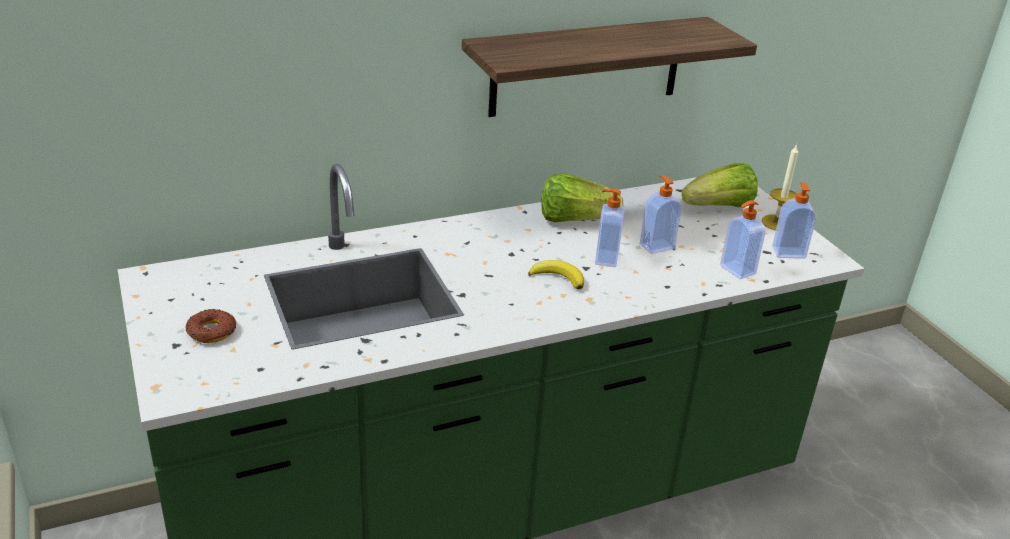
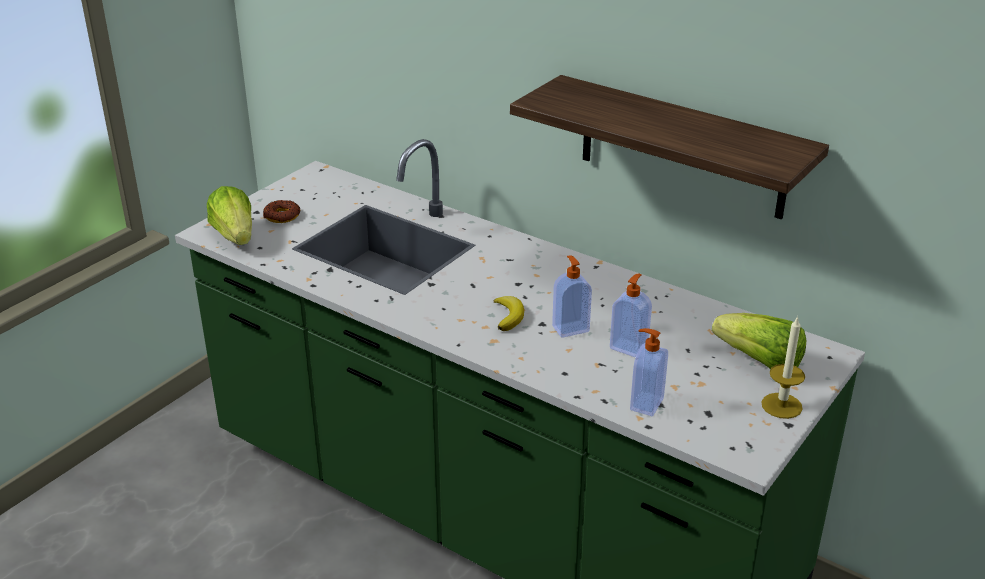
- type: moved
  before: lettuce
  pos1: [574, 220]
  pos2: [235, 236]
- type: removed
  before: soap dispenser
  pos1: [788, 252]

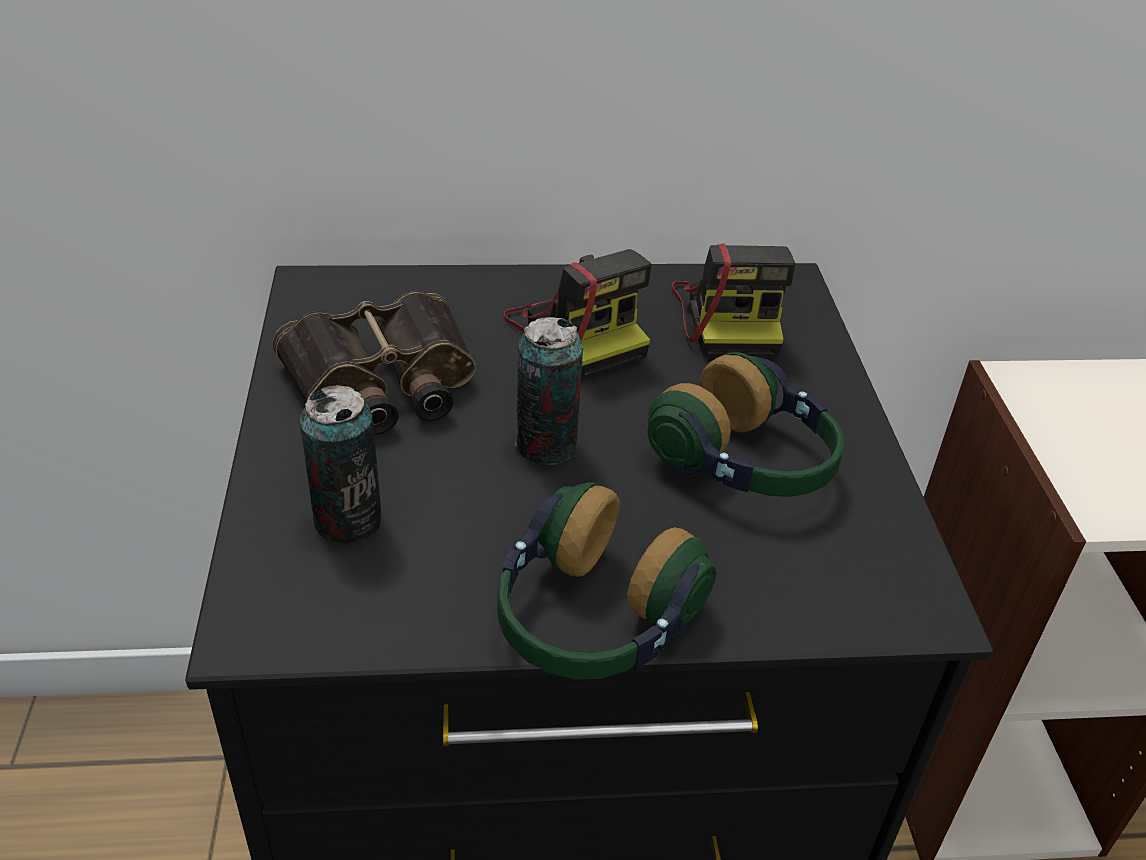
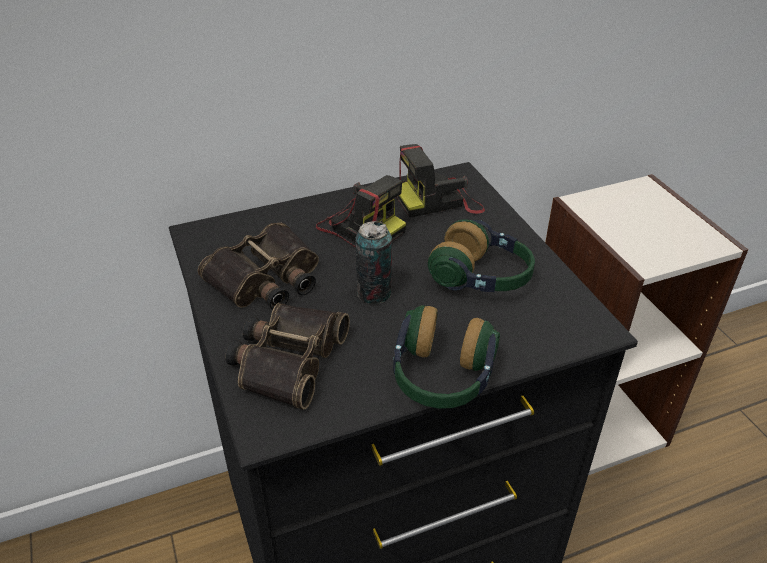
- type: replaced
  before: can
  after: binoculars
  pos1: [348, 521]
  pos2: [287, 359]
- type: turned
  before: photo camera
  pos1: [731, 317]
  pos2: [439, 201]
  turn: 90

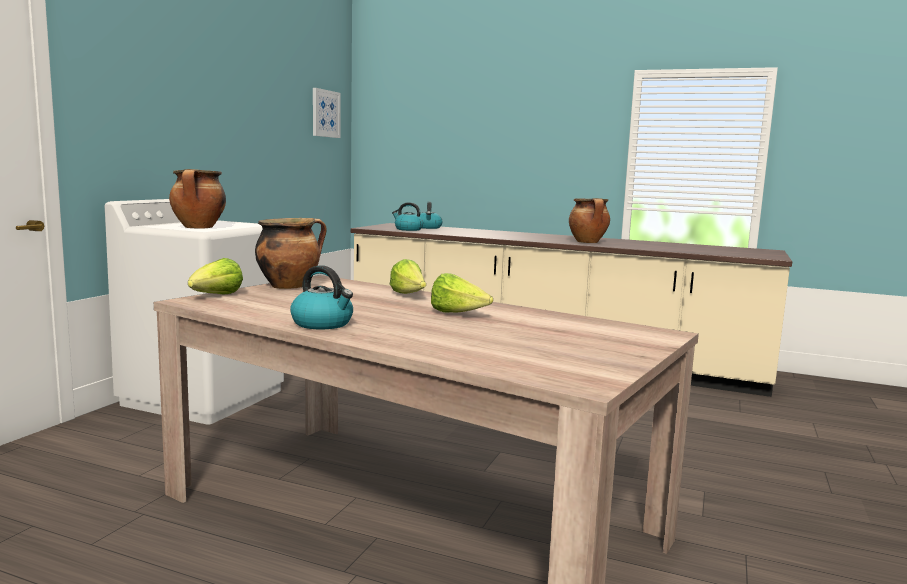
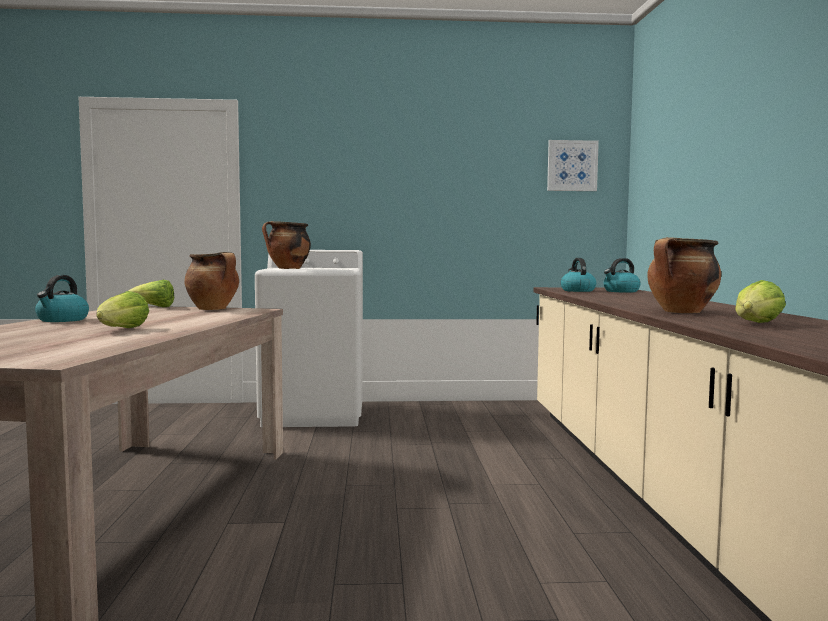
- type: moved
  before: lettuce
  pos1: [409, 295]
  pos2: [756, 324]

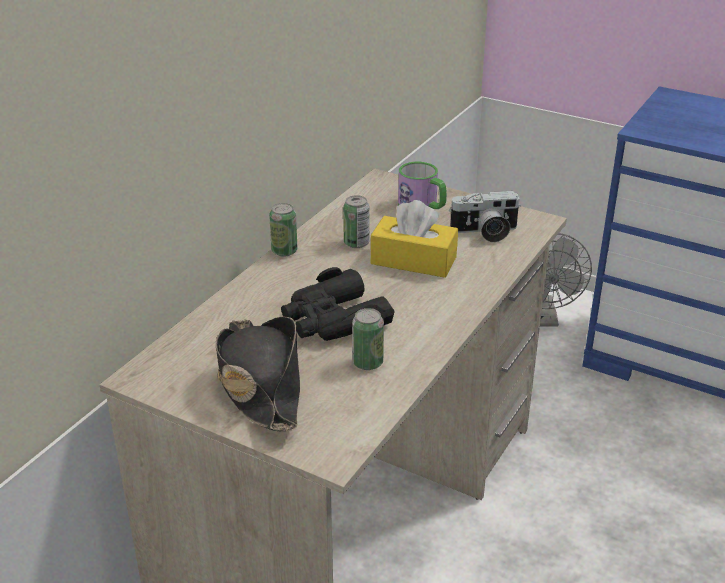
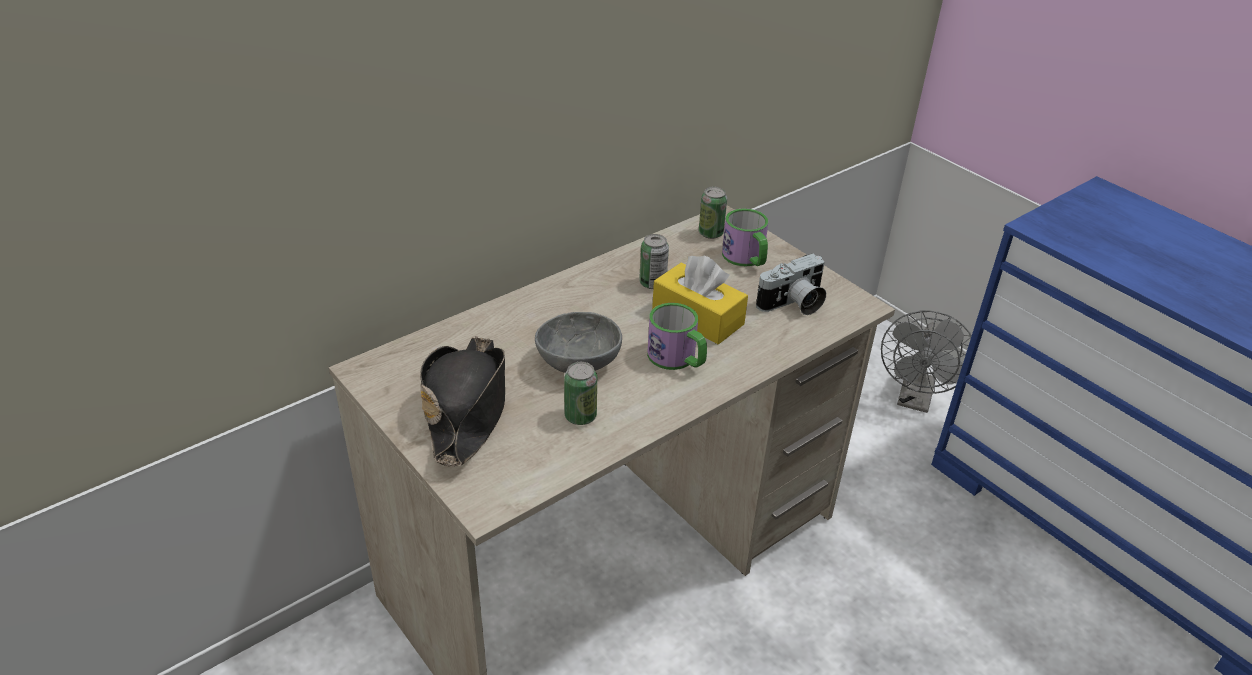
- type: moved
  before: can
  pos1: [284, 251]
  pos2: [710, 233]
- type: replaced
  before: black binoculars
  after: grey bowl
  pos1: [334, 320]
  pos2: [577, 361]
- type: turned
  before: photo camera
  pos1: [485, 232]
  pos2: [793, 304]
  turn: -45
- type: added
  after: mug
  pos2: [677, 359]

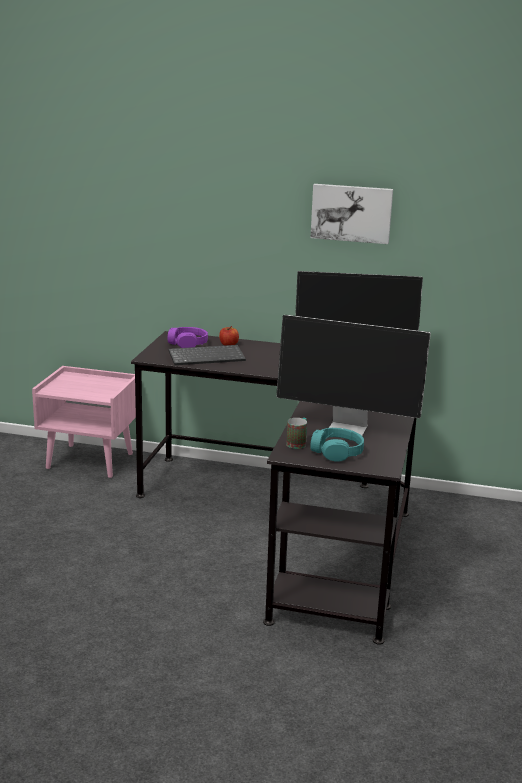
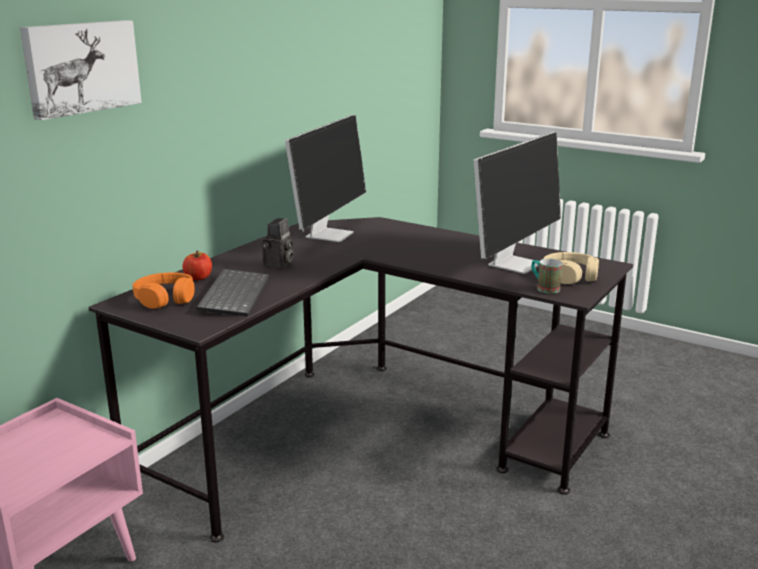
- type: recoloured
  before: purple headphones
  after: orange headphones
  pos1: [187, 343]
  pos2: [165, 299]
- type: moved
  before: picture
  pos1: [351, 213]
  pos2: [81, 67]
- type: recoloured
  before: turquoise headphones
  after: beige headphones
  pos1: [336, 452]
  pos2: [570, 276]
- type: added
  after: photo camera
  pos2: [278, 265]

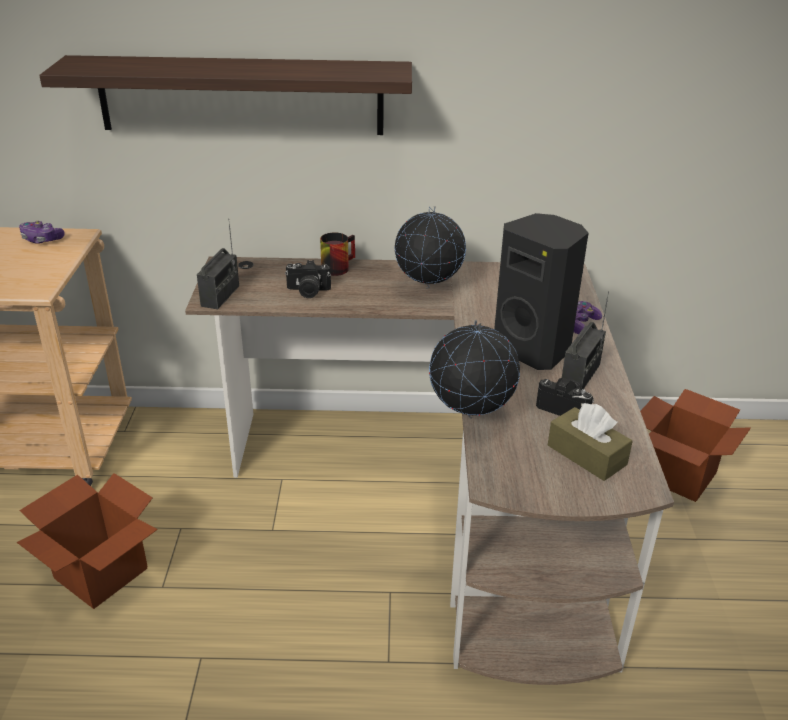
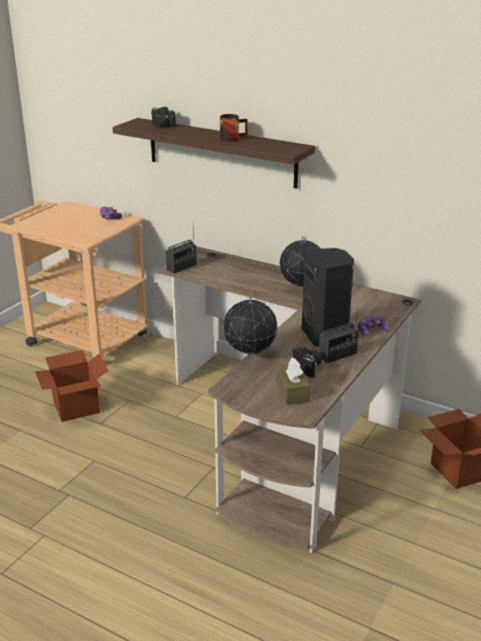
- type: moved
  before: photo camera
  pos1: [308, 291]
  pos2: [161, 126]
- type: moved
  before: mug
  pos1: [336, 266]
  pos2: [232, 138]

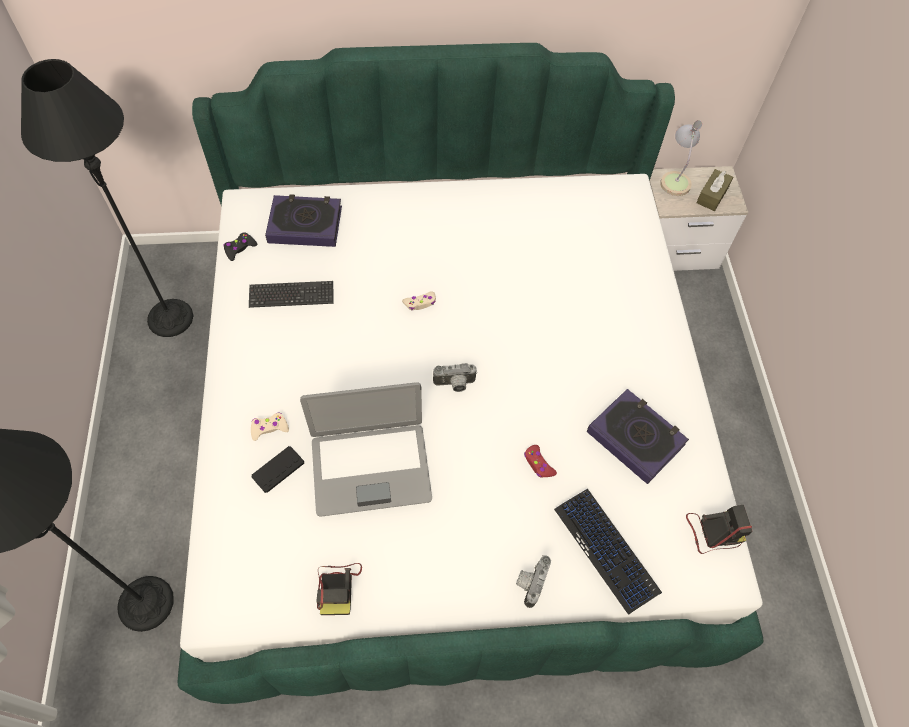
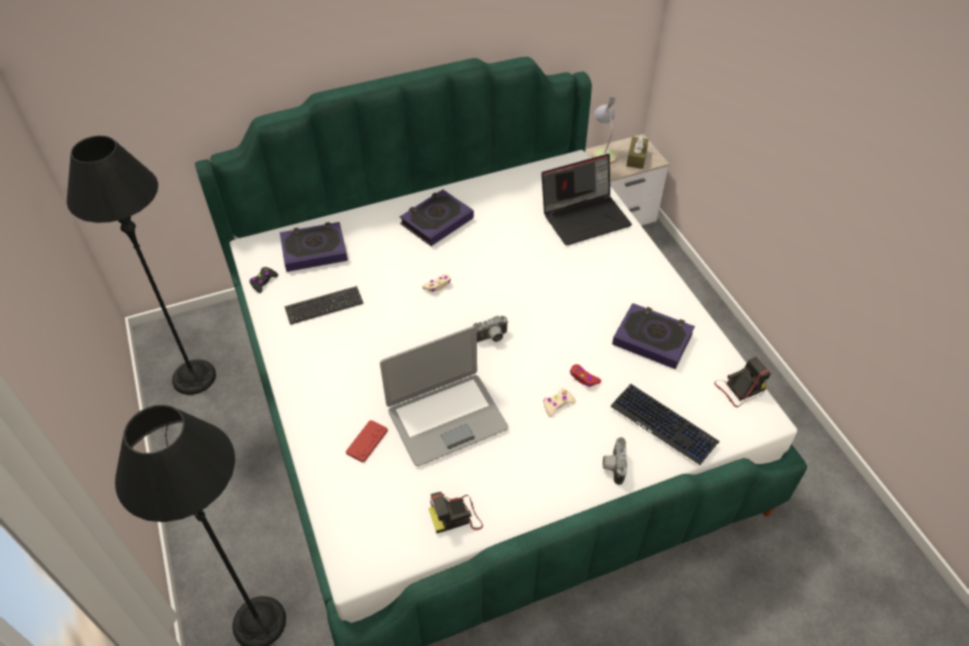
- type: moved
  before: beige game controller
  pos1: [269, 428]
  pos2: [557, 404]
- type: recoloured
  before: black game controller
  after: red game controller
  pos1: [278, 469]
  pos2: [367, 441]
- type: turned
  before: photo camera
  pos1: [338, 588]
  pos2: [456, 516]
  turn: 90
- type: added
  after: book
  pos2: [436, 221]
- type: added
  after: laptop
  pos2: [585, 217]

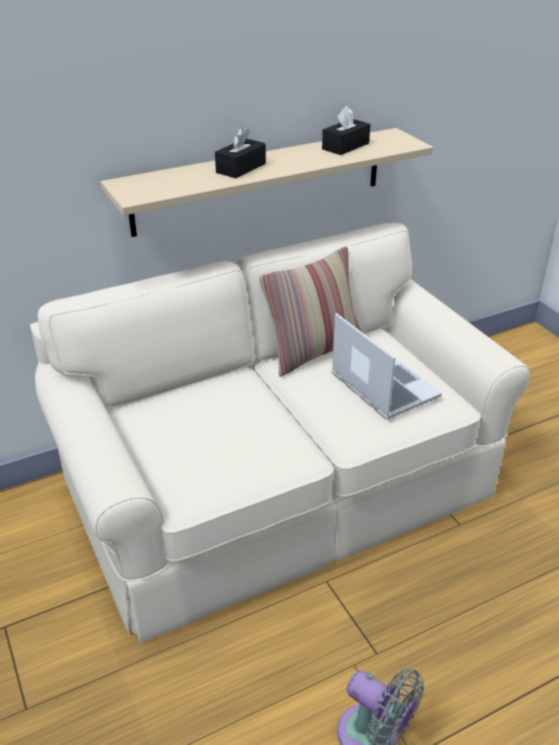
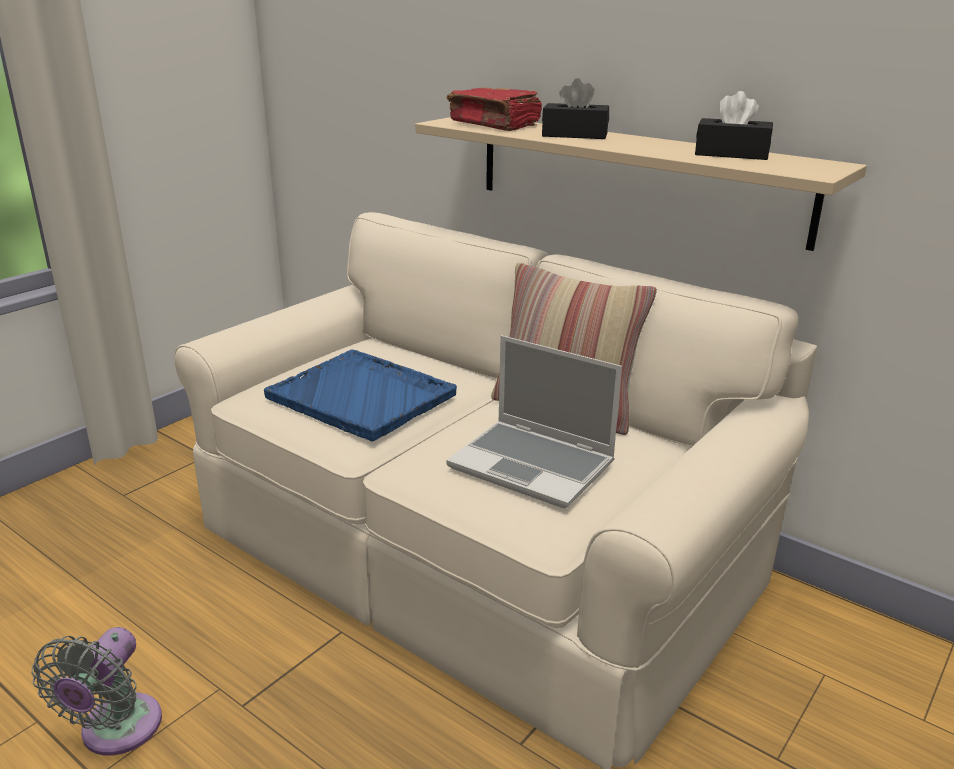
- type: turned
  before: laptop
  pos1: [382, 386]
  pos2: [534, 465]
  turn: 90
- type: added
  after: blue tray
  pos2: [362, 397]
- type: added
  after: red book
  pos2: [495, 124]

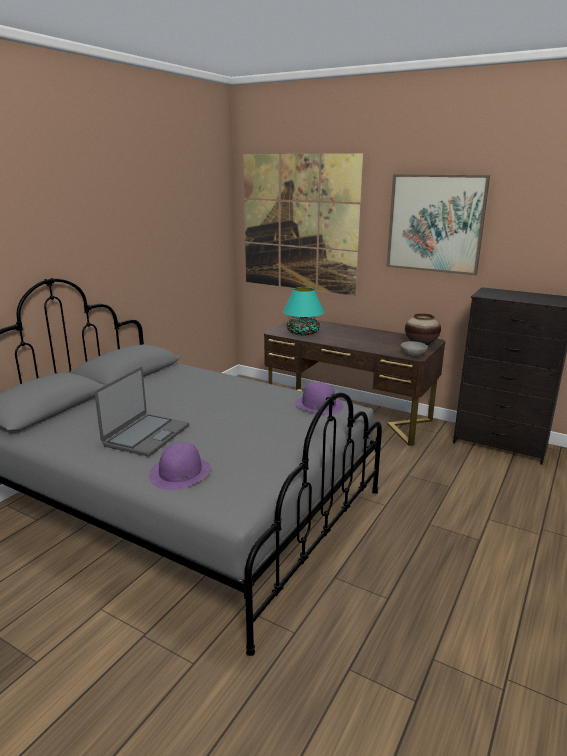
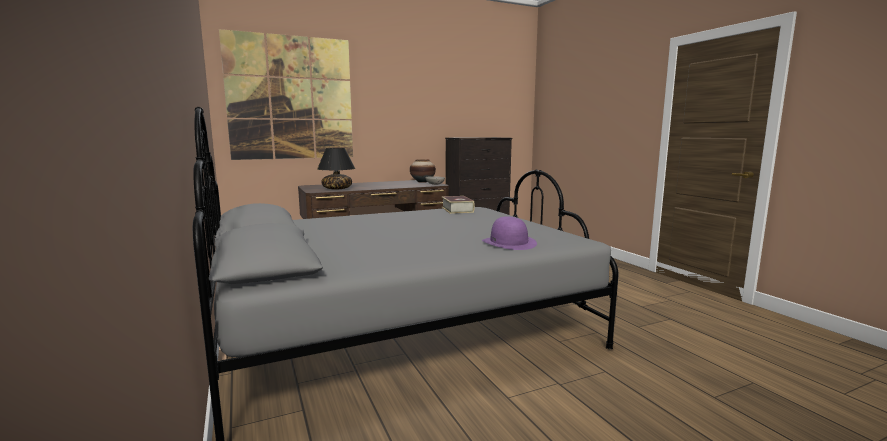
- type: removed
  before: laptop
  pos1: [146, 435]
- type: recoloured
  before: turquoise table lamp
  after: black table lamp
  pos1: [303, 333]
  pos2: [337, 189]
- type: replaced
  before: purple hat
  after: book
  pos1: [318, 405]
  pos2: [457, 209]
- type: removed
  before: picture
  pos1: [435, 223]

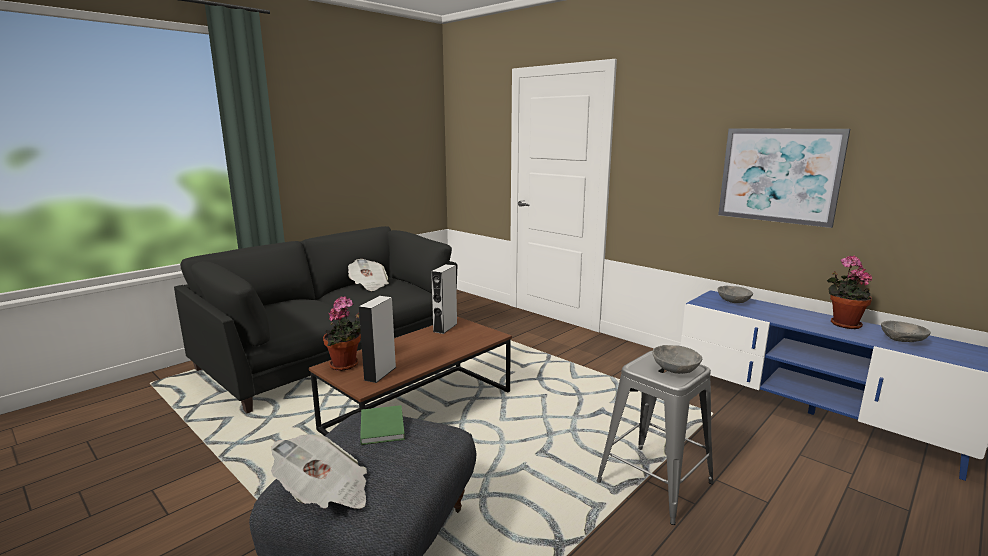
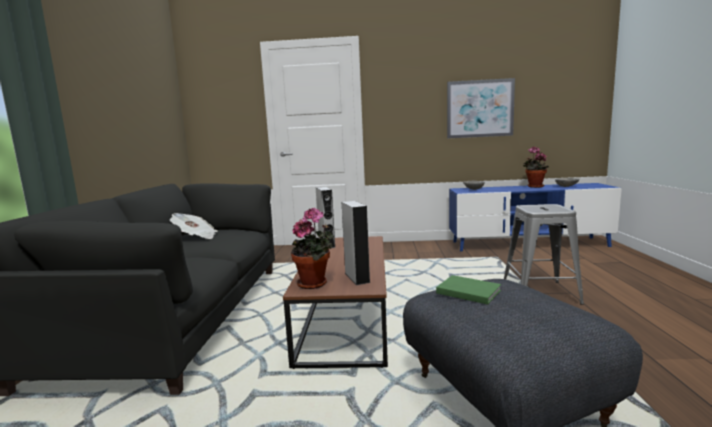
- type: removed
  before: newspaper
  pos1: [325, 493]
- type: removed
  before: grey bowl
  pos1: [674, 370]

